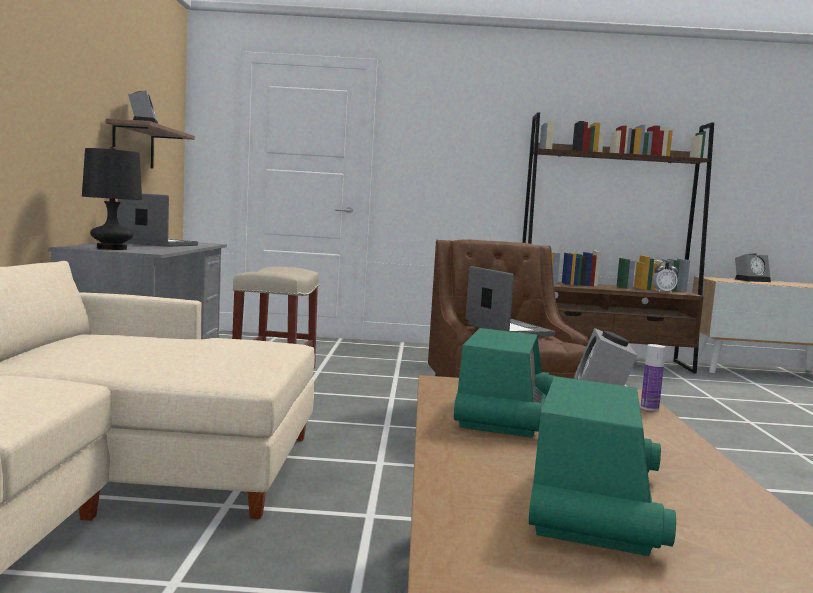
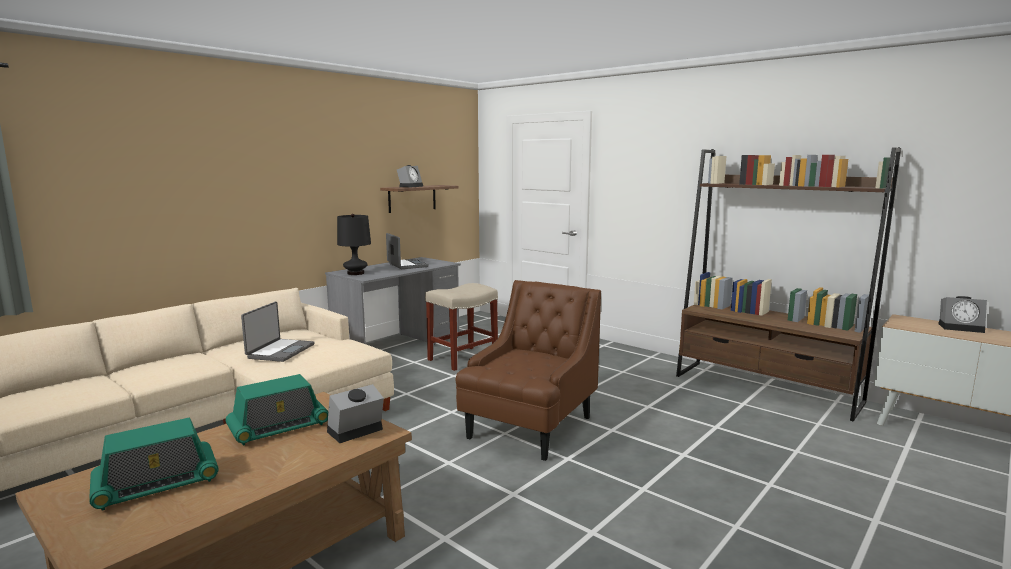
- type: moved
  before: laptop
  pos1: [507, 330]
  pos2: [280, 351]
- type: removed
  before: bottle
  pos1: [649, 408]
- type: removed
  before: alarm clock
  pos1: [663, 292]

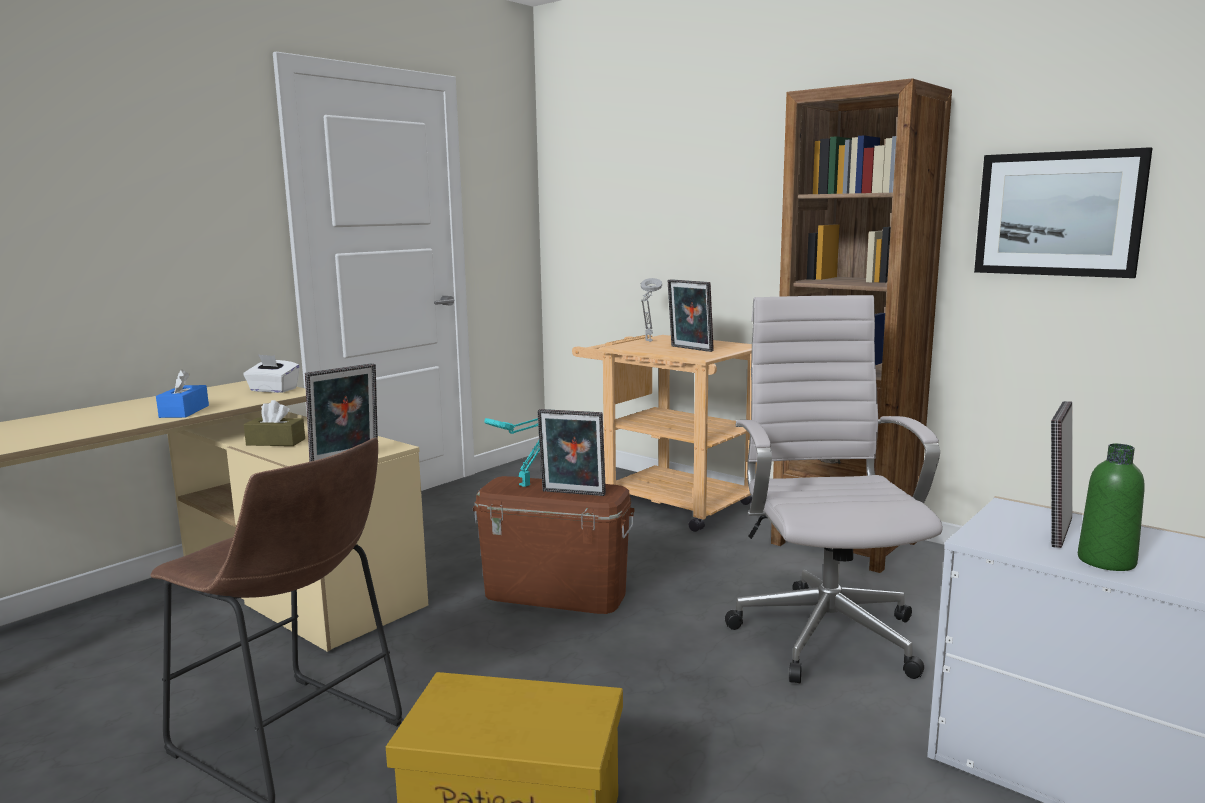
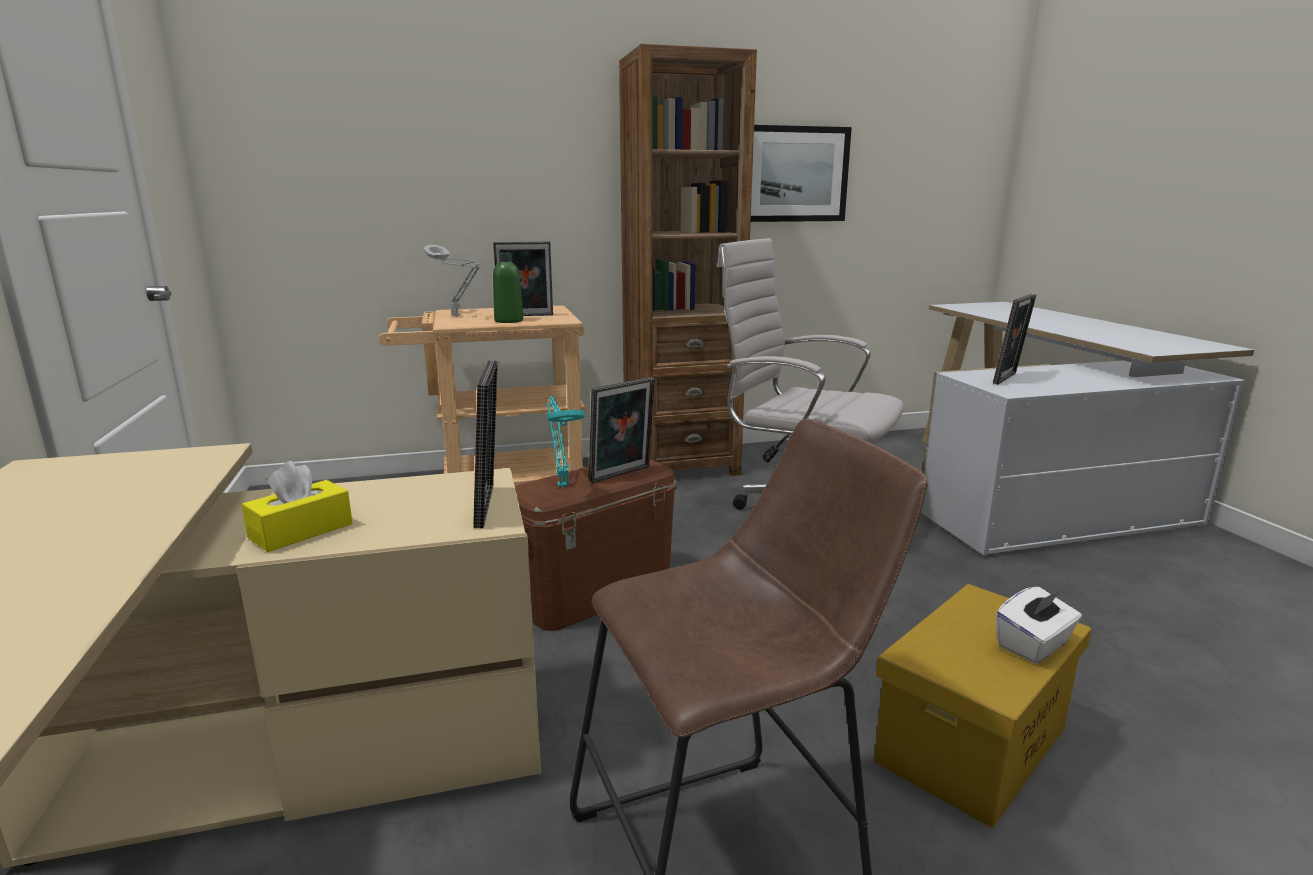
- type: removed
  before: blue tissue box
  pos1: [184, 411]
- type: moved
  before: white tissue box
  pos1: [273, 390]
  pos2: [1034, 645]
- type: recoloured
  before: brown tissue box
  after: yellow tissue box
  pos1: [276, 442]
  pos2: [301, 531]
- type: turned
  before: picture frame
  pos1: [1055, 531]
  pos2: [1008, 379]
  turn: -120
- type: moved
  before: green bottle
  pos1: [1106, 561]
  pos2: [509, 321]

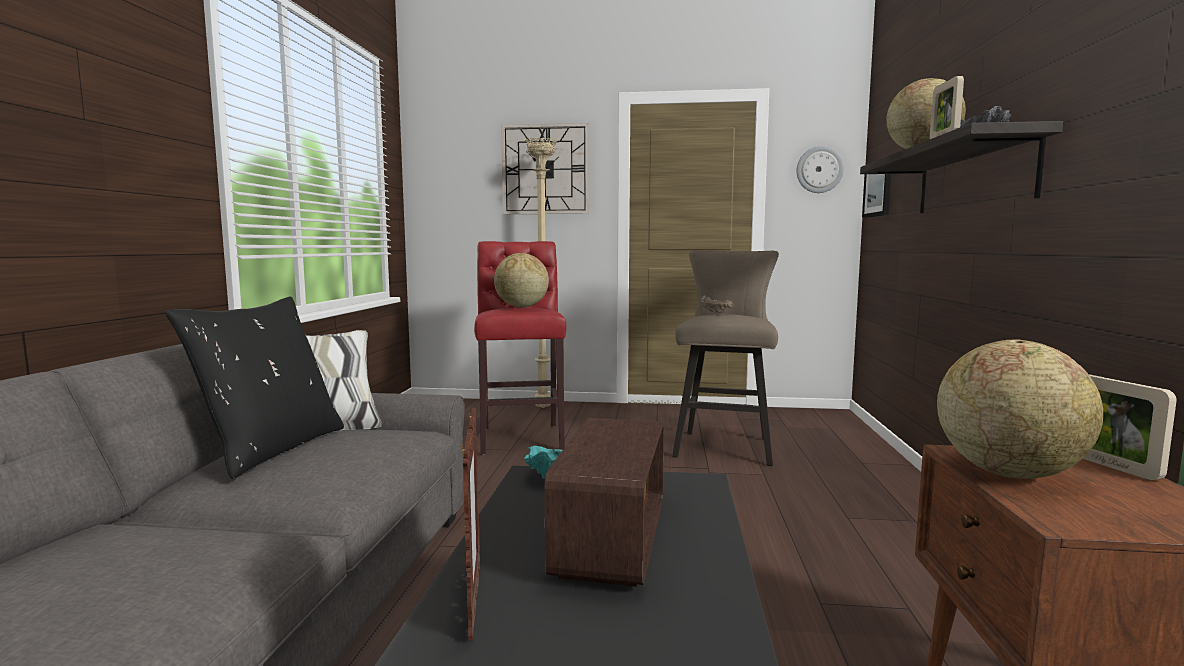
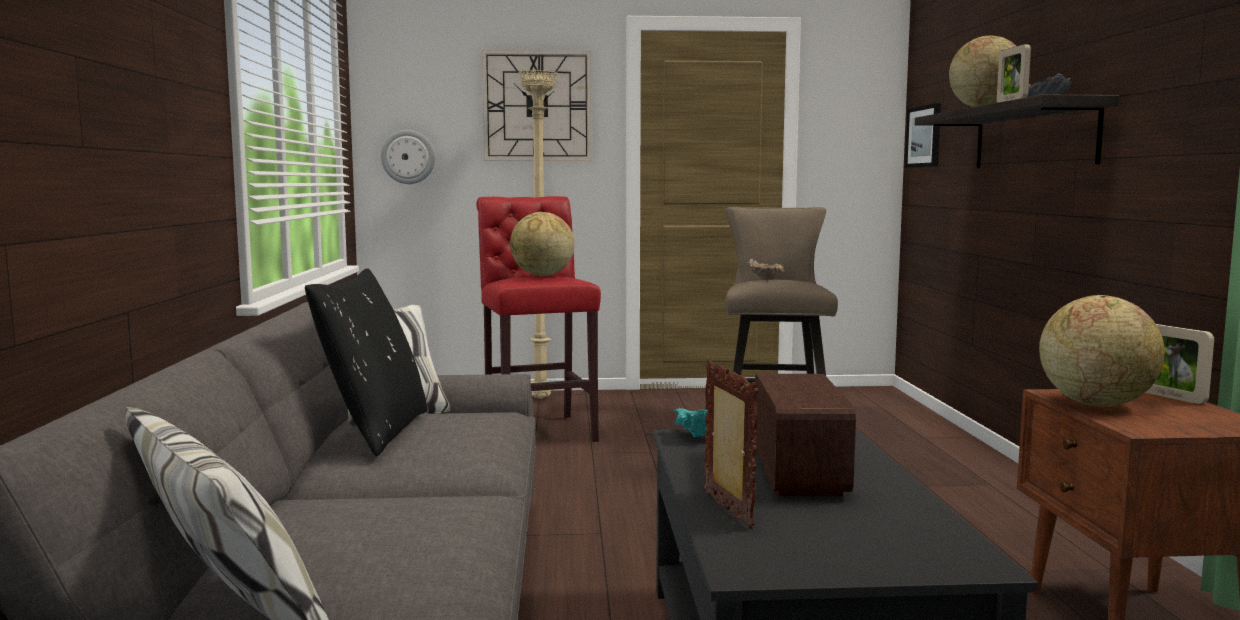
- type: moved
  before: wall clock
  pos1: [819, 169]
  pos2: [408, 157]

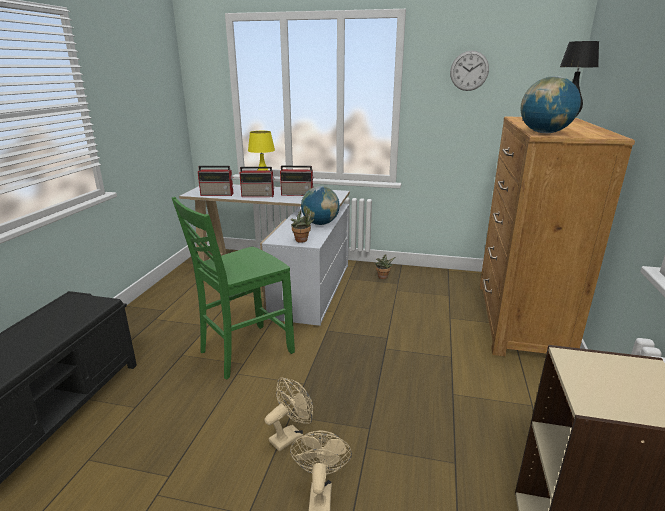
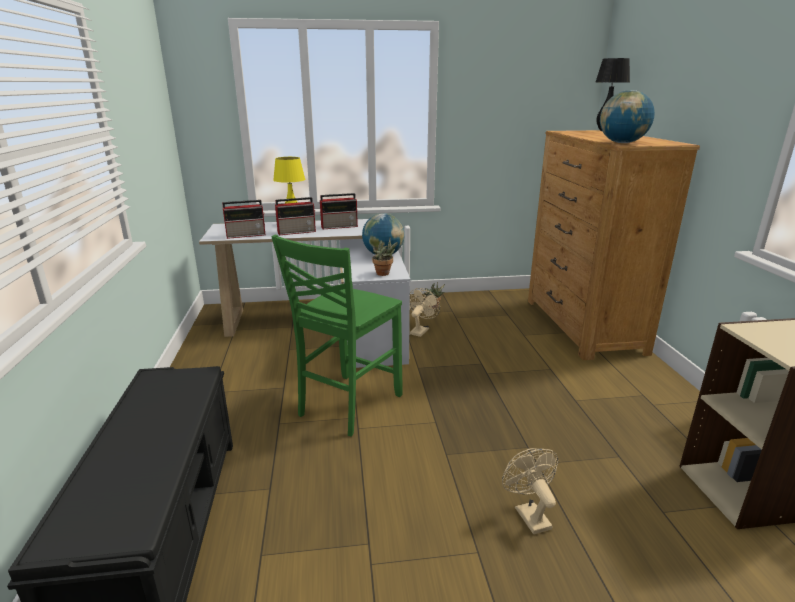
- type: moved
  before: beige fan
  pos1: [290, 435]
  pos2: [420, 330]
- type: removed
  before: wall clock
  pos1: [469, 71]

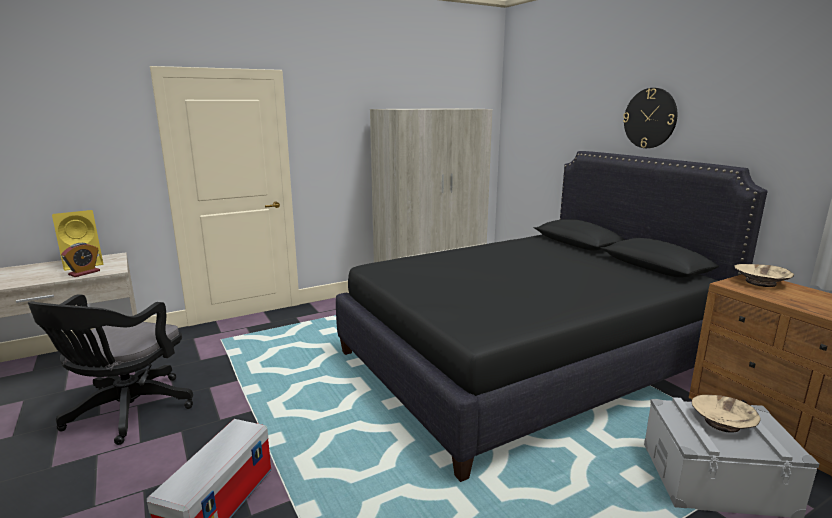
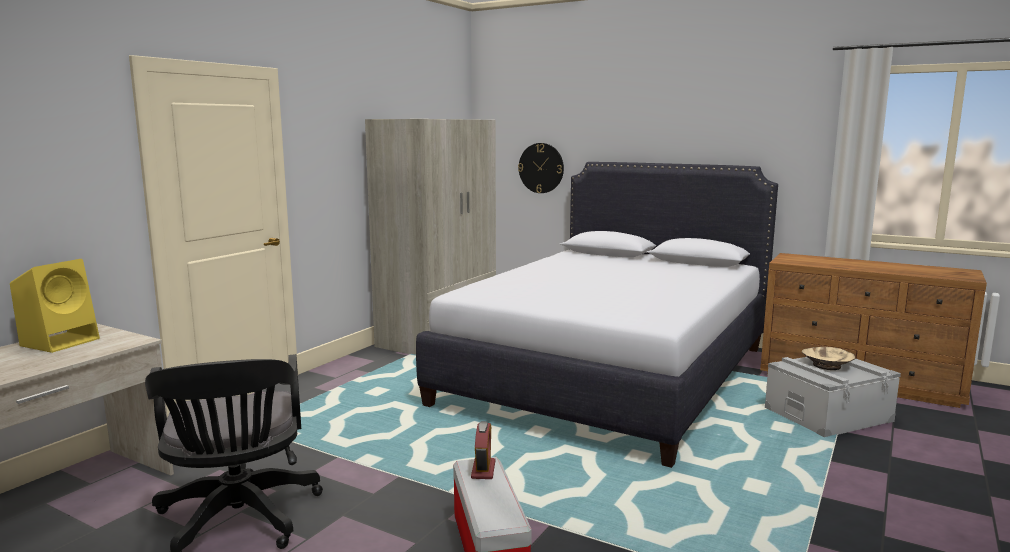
- type: moved
  before: alarm clock
  pos1: [84, 273]
  pos2: [483, 470]
- type: recoloured
  before: black bed
  after: white bed
  pos1: [525, 361]
  pos2: [609, 374]
- type: moved
  before: wall clock
  pos1: [650, 118]
  pos2: [541, 168]
- type: removed
  before: beige bowl
  pos1: [761, 282]

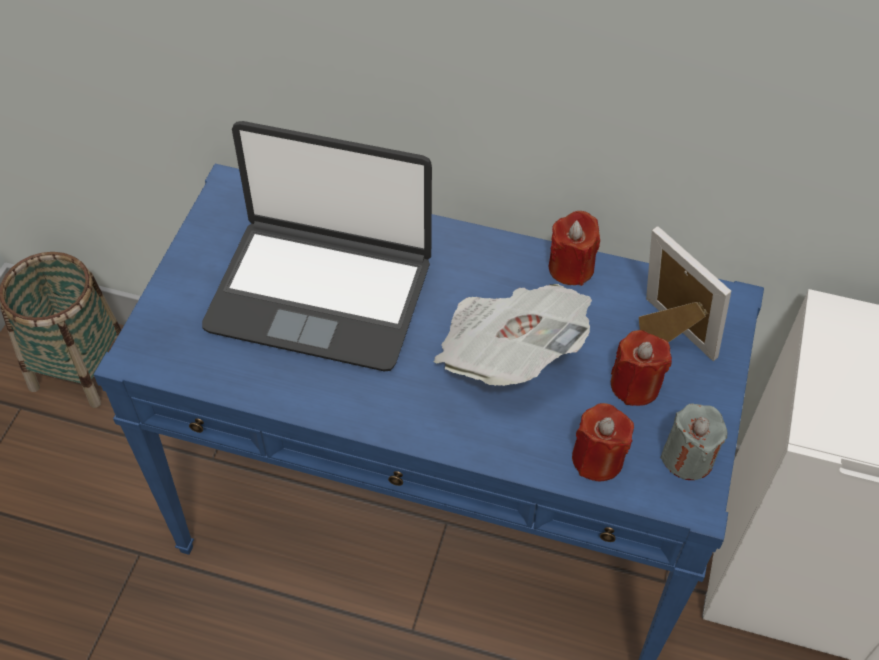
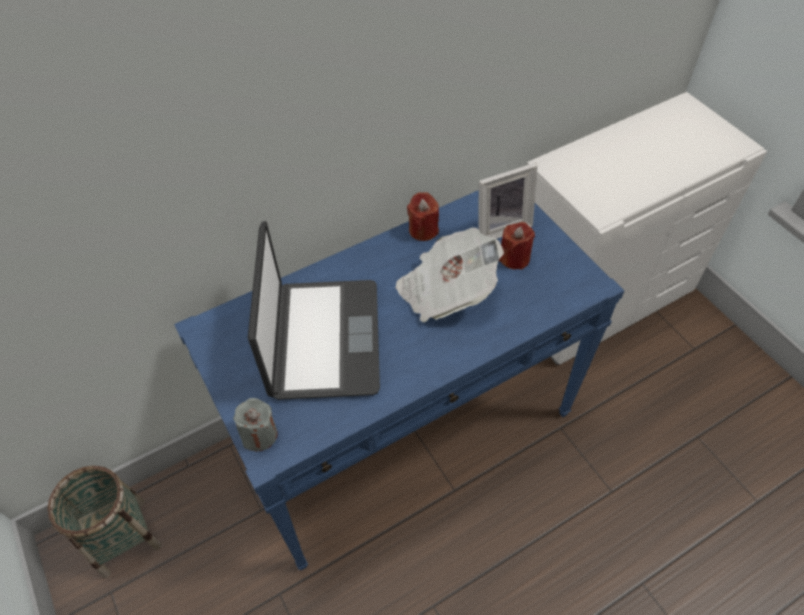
- type: turned
  before: laptop
  pos1: [320, 293]
  pos2: [323, 339]
  turn: -60
- type: removed
  before: red candle
  pos1: [597, 459]
- type: turned
  before: picture frame
  pos1: [668, 336]
  pos2: [500, 226]
  turn: 150
- type: moved
  before: grey candle
  pos1: [688, 458]
  pos2: [259, 435]

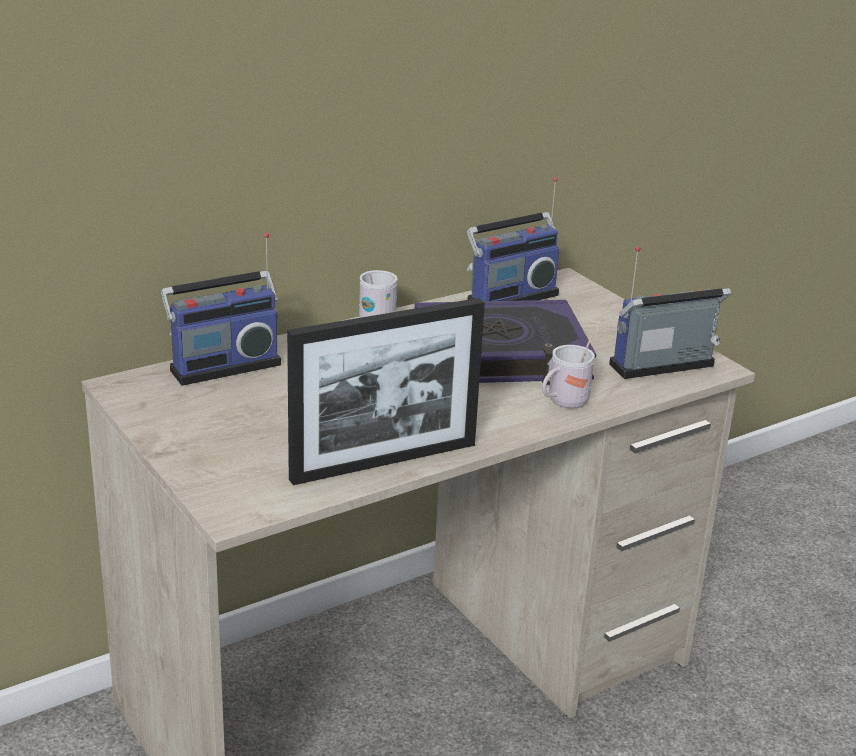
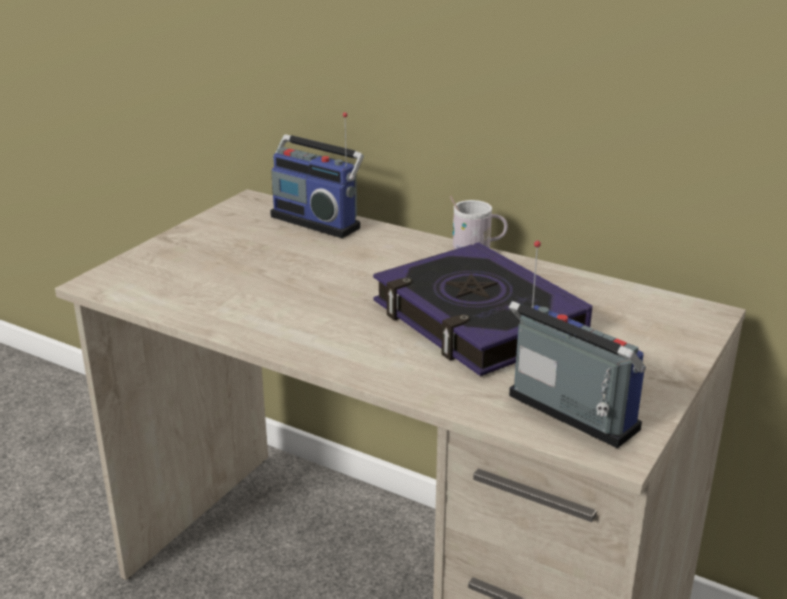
- type: removed
  before: picture frame
  pos1: [384, 462]
- type: removed
  before: radio
  pos1: [509, 297]
- type: removed
  before: white mug
  pos1: [563, 403]

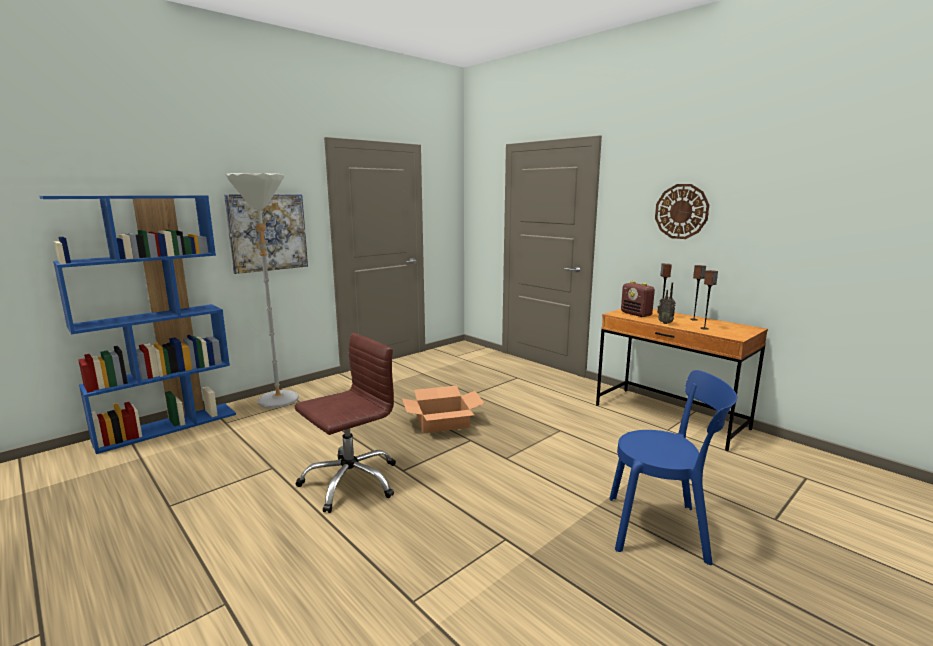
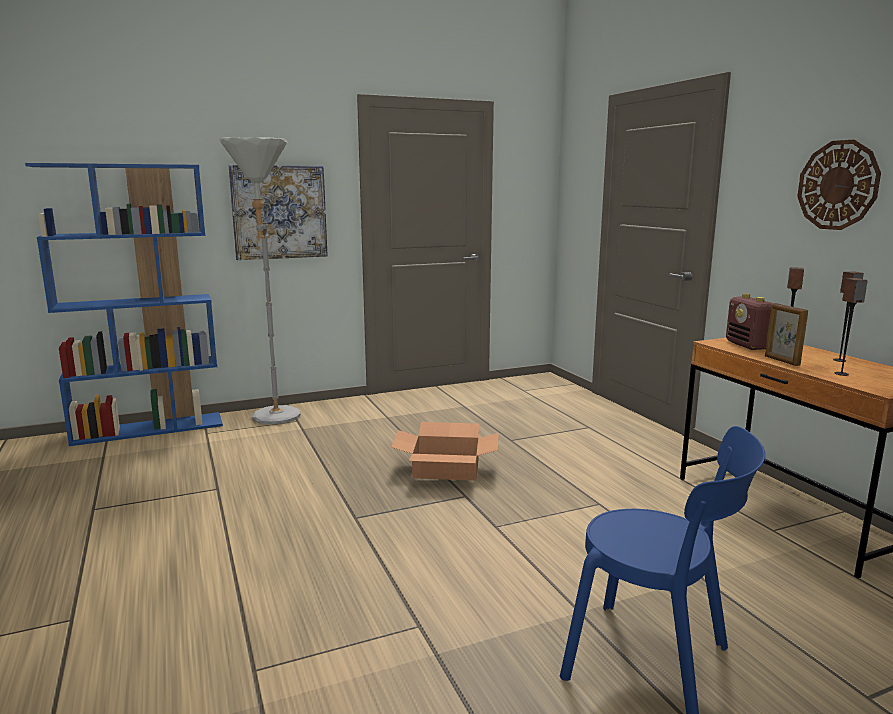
- type: removed
  before: brown office chair
  pos1: [350, 481]
- type: replaced
  before: radio
  after: picture frame
  pos1: [665, 323]
  pos2: [781, 361]

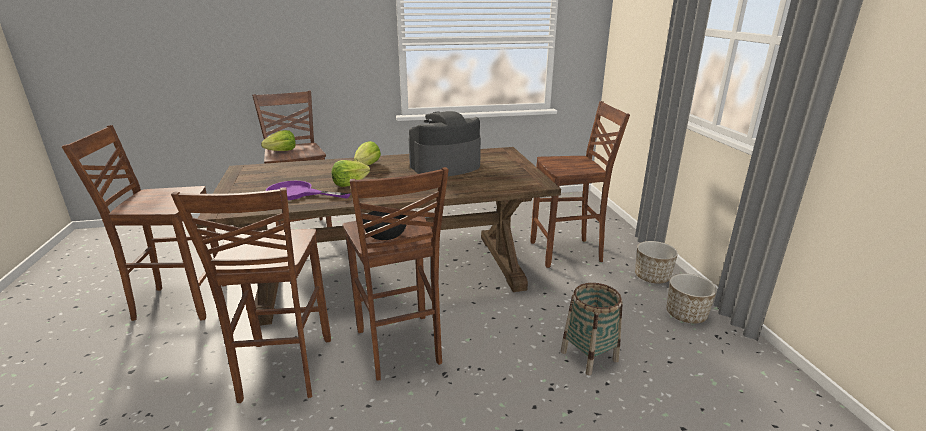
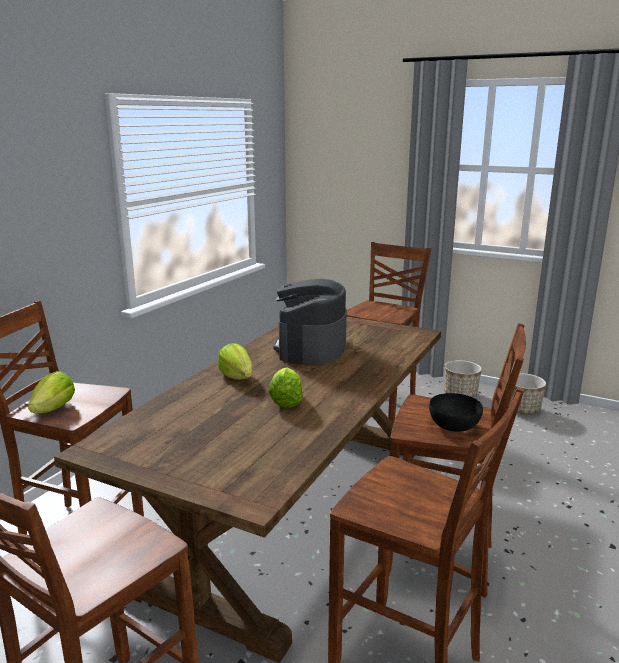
- type: removed
  before: purple frying pan
  pos1: [297, 193]
- type: removed
  before: basket
  pos1: [589, 356]

